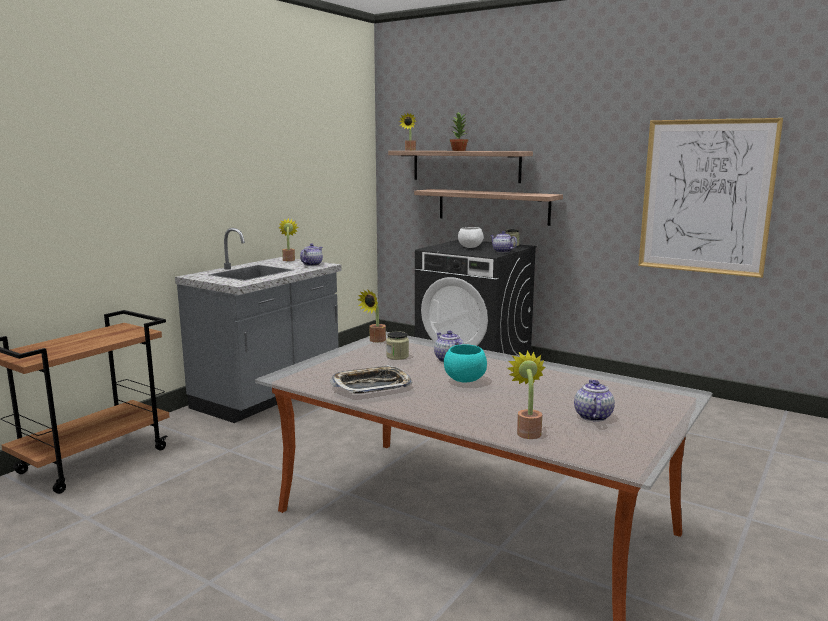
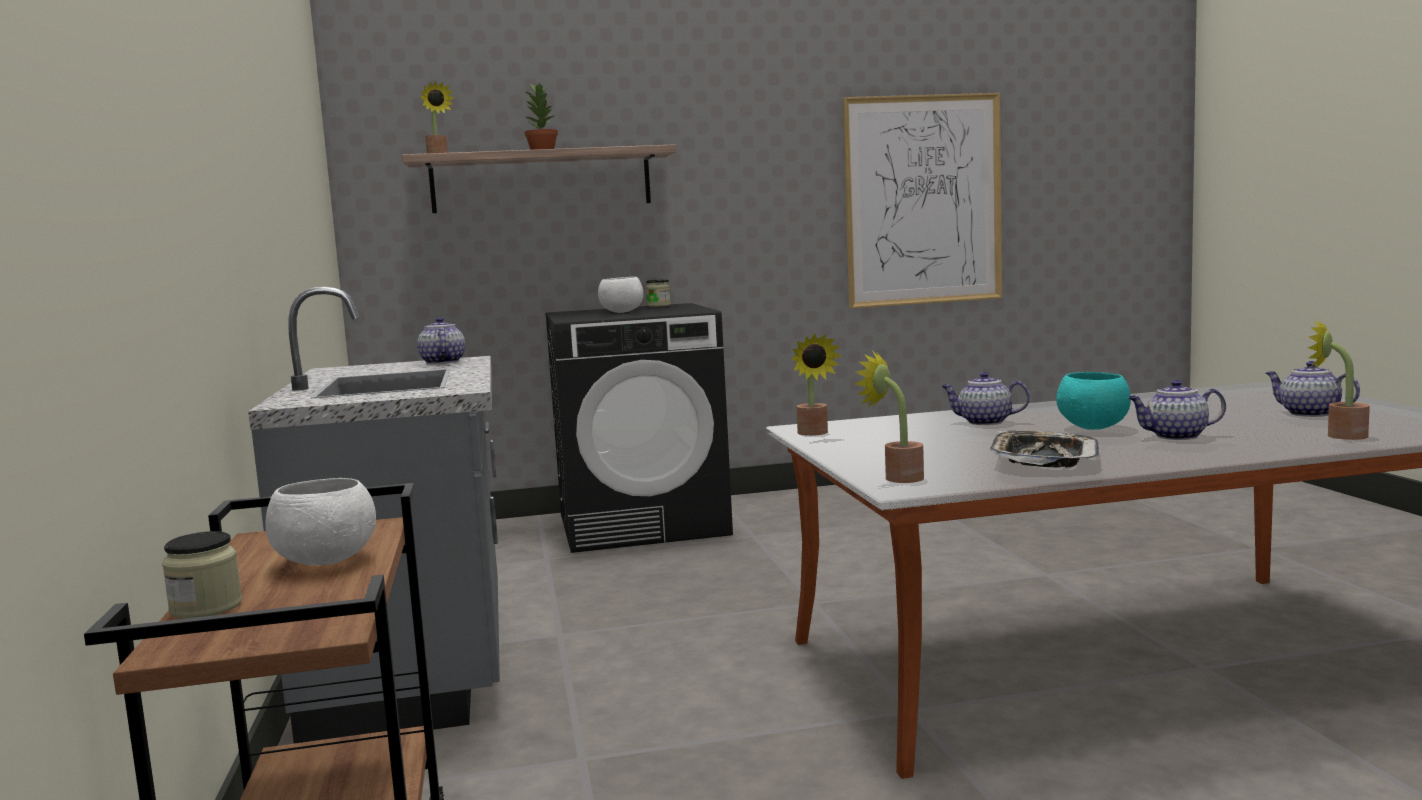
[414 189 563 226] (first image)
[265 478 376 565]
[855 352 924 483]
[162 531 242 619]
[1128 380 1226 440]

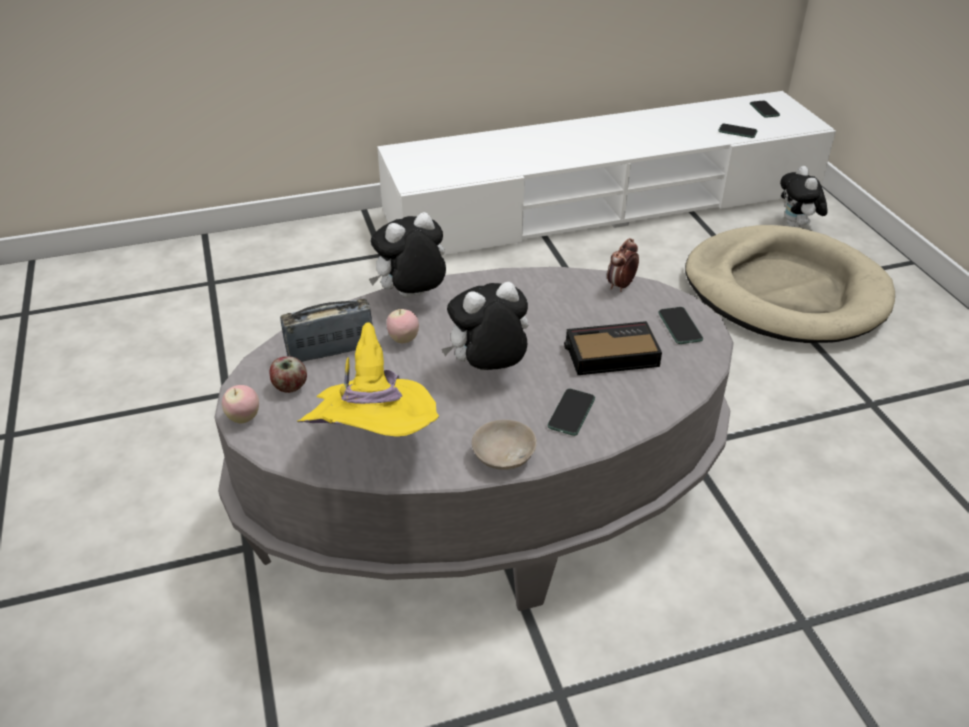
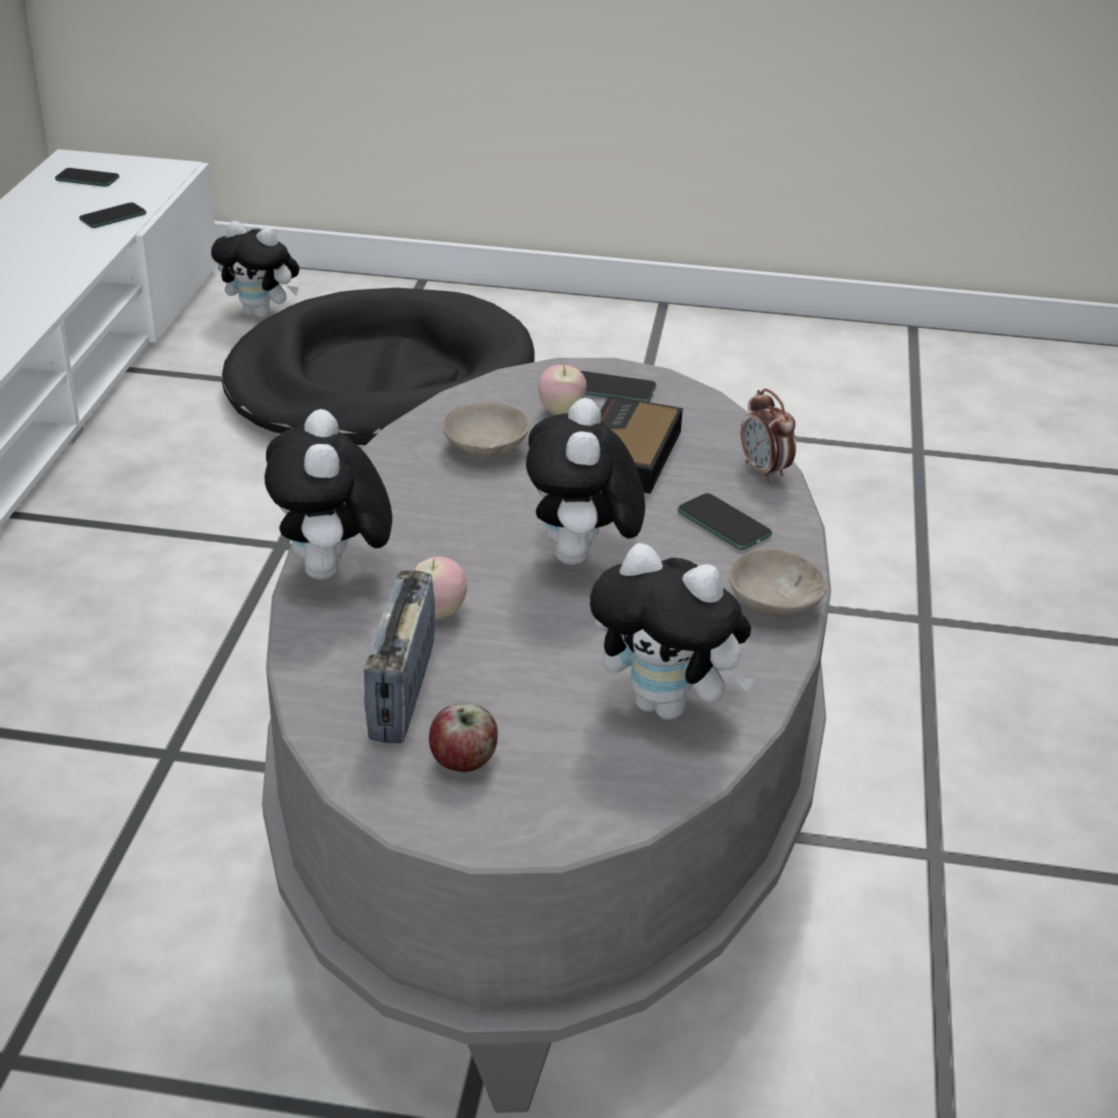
[443 402 530 458]
[538 365 587 415]
[741 388 796 482]
[590 543 755 720]
[222 288 535 445]

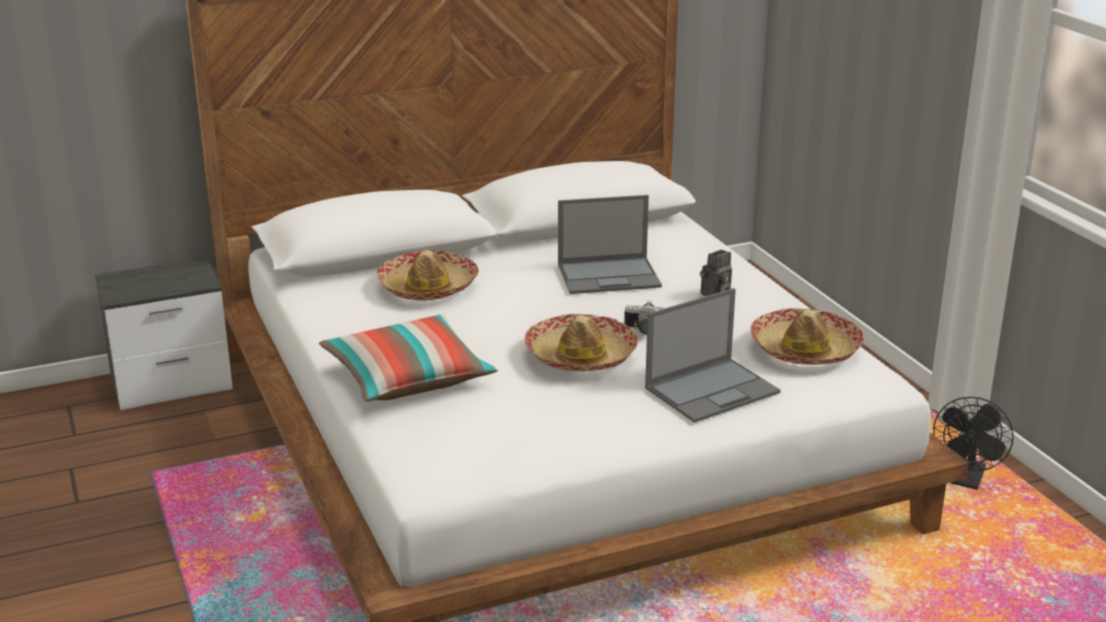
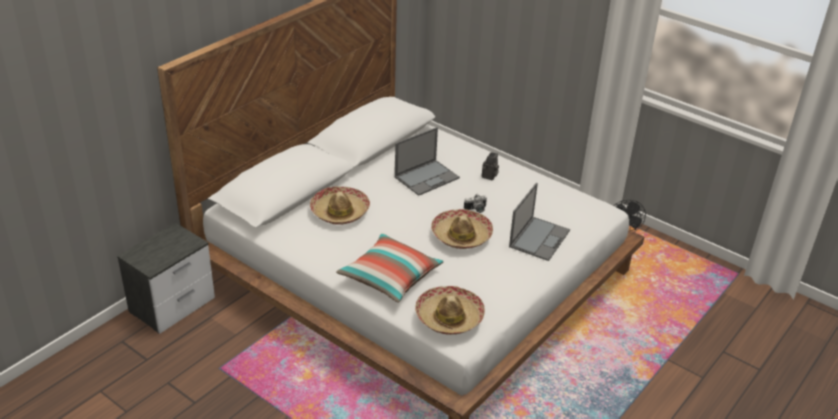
[415 286 485 335]

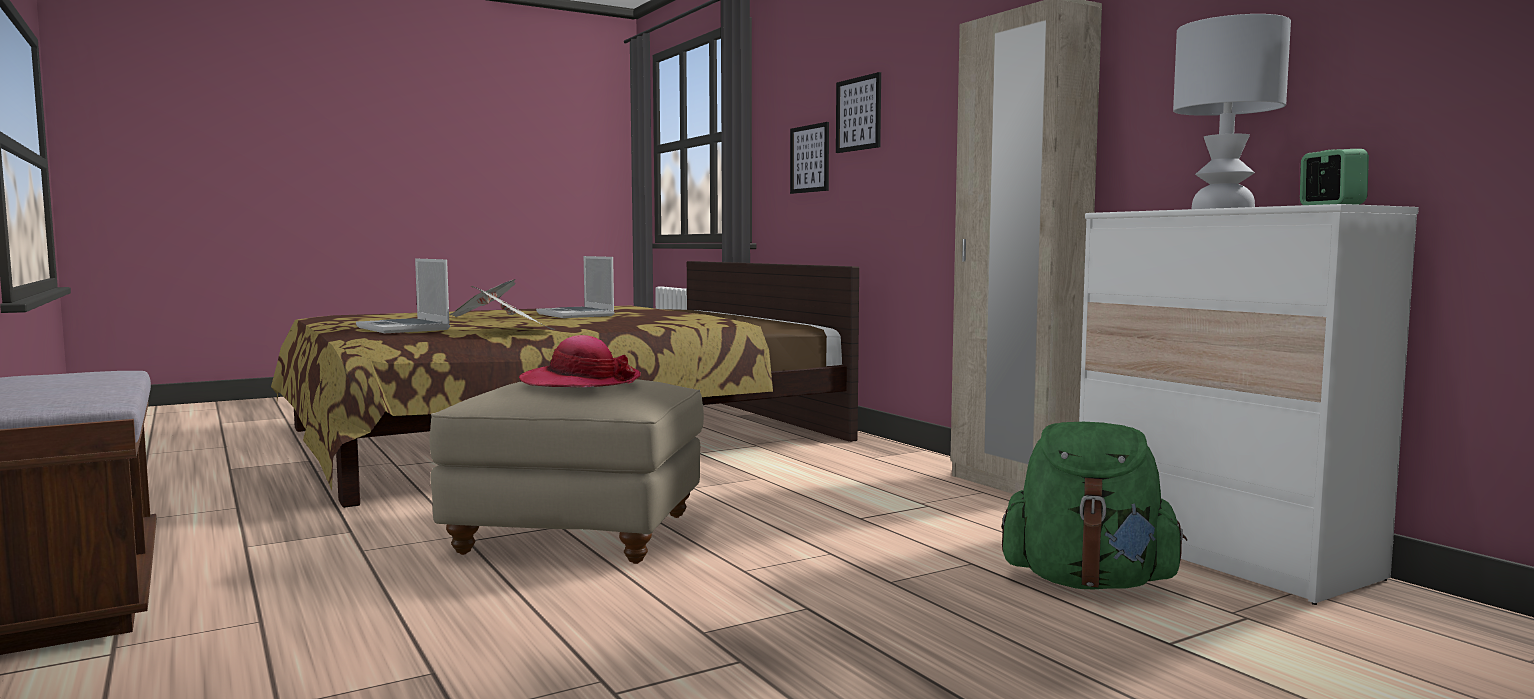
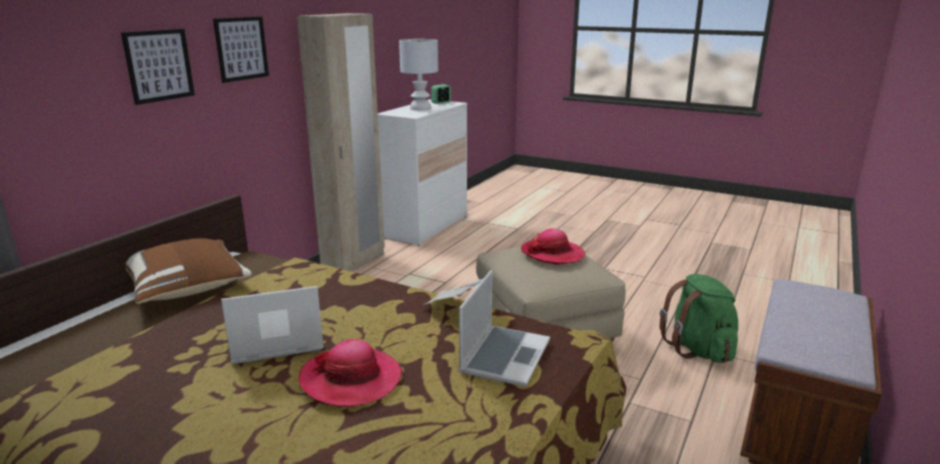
[125 238 252 304]
[213 16 269 83]
[659 274 738 363]
[298 339 403 407]
[221 286 324 364]

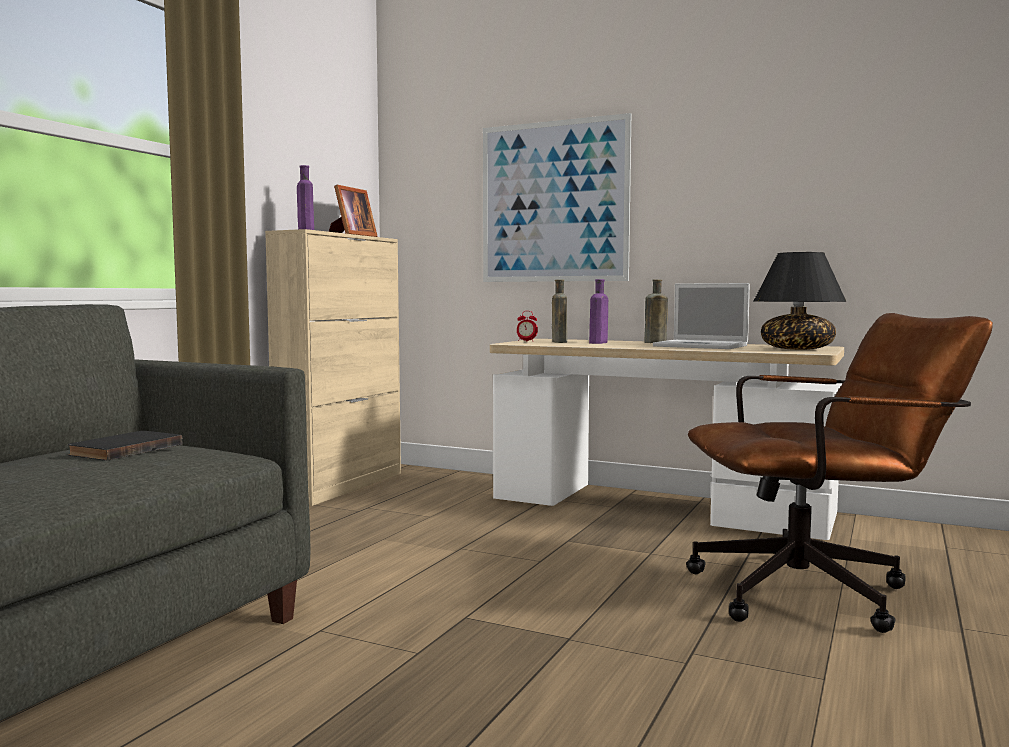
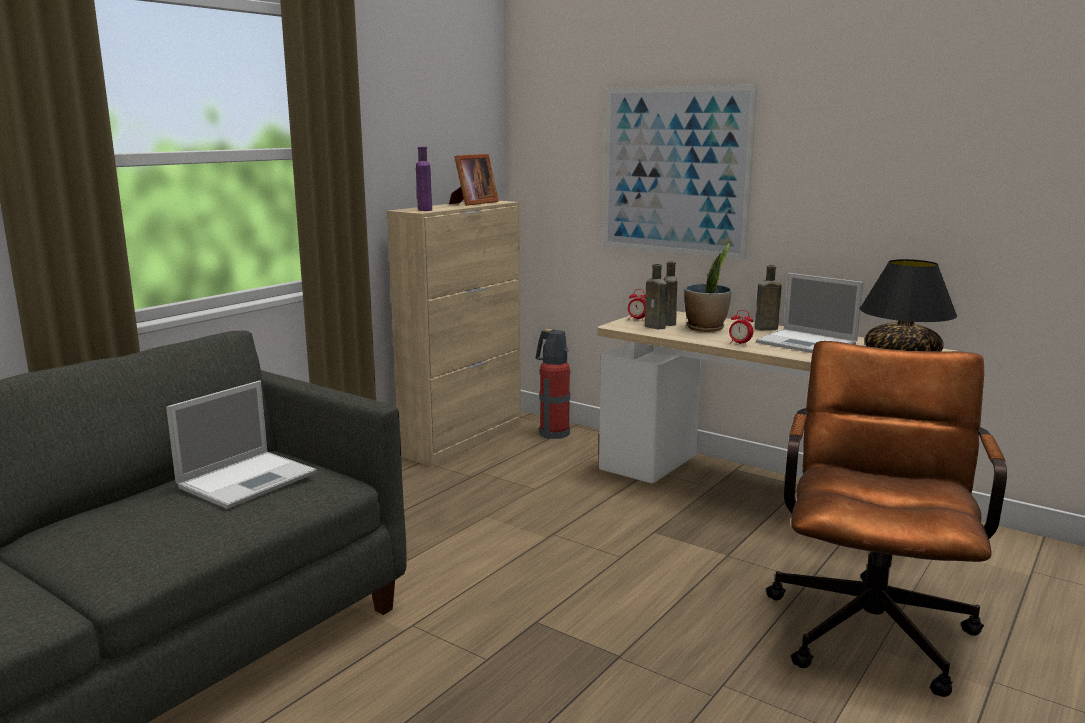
[536 329 570 439]
[645 264 667 329]
[729 310 753 346]
[166 381 317 509]
[684 243 732 332]
[766 341 1007 697]

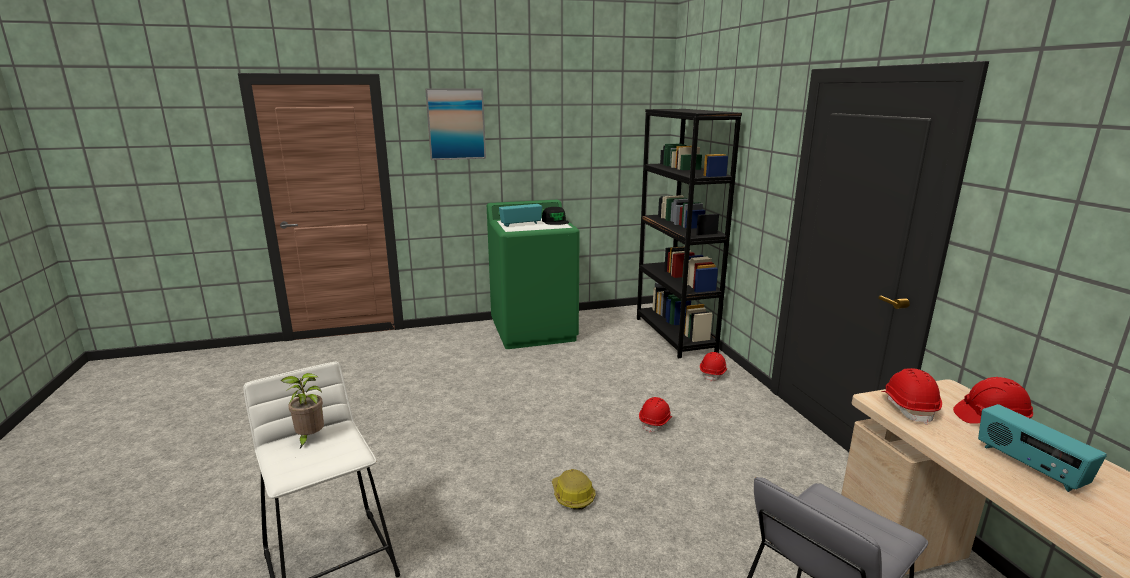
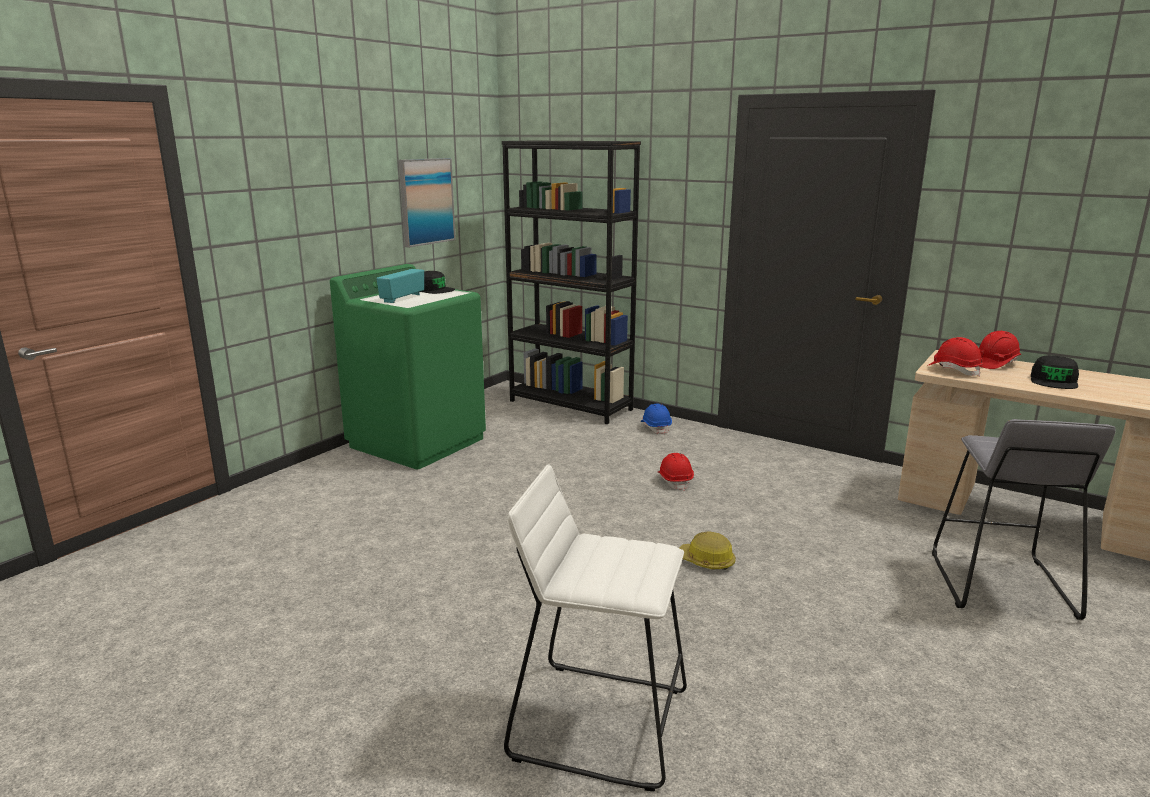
[281 373 324 448] (first image)
[399 158 456 248]
[1031 355 1079 389]
[641 404 672 435]

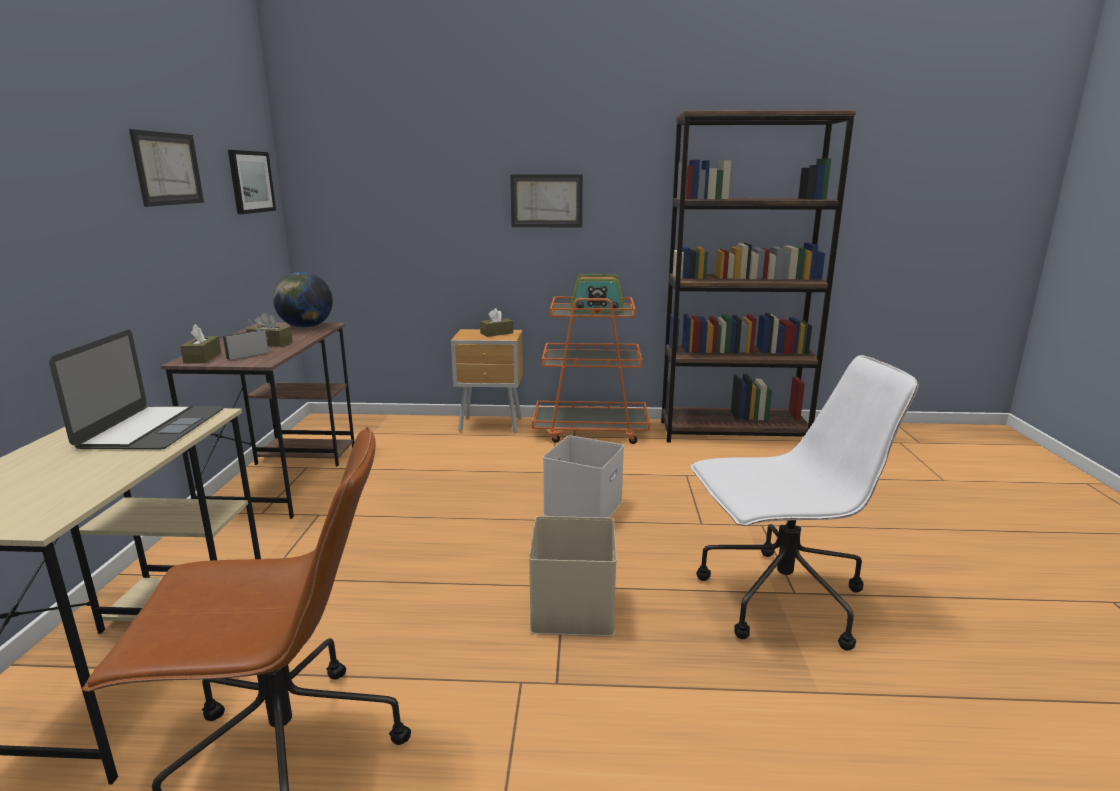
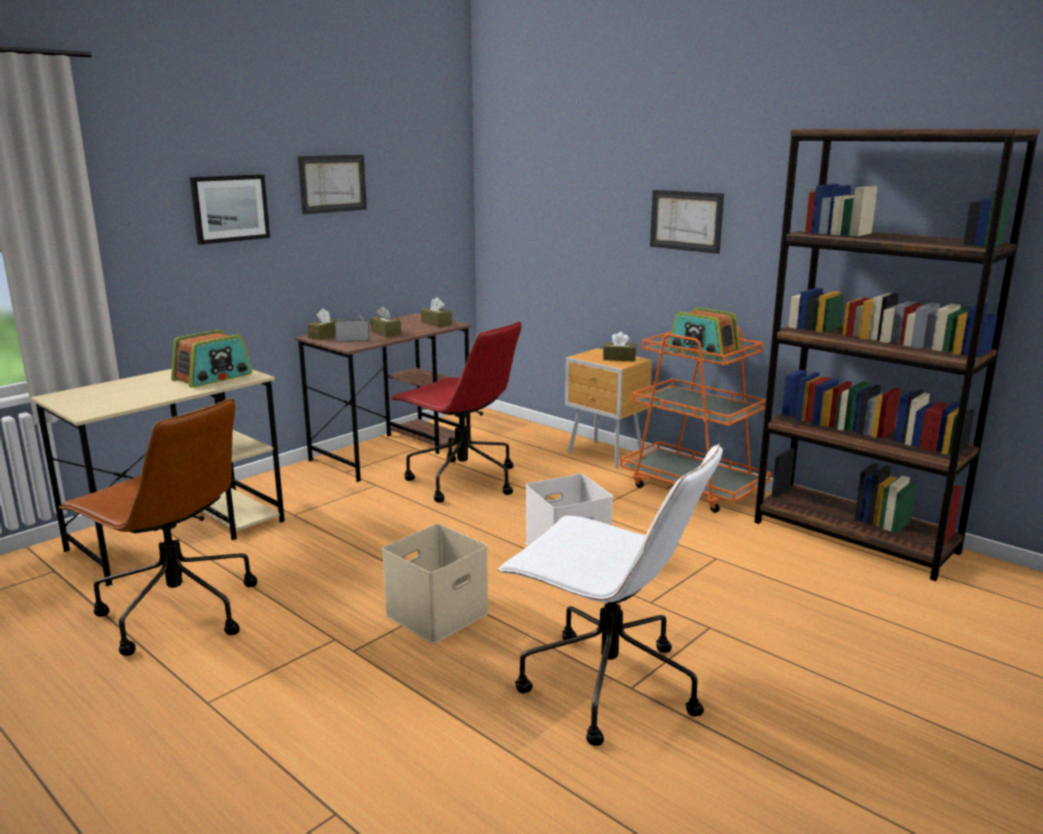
[390 321 522 503]
[190 174 270 245]
[171 330 252 388]
[421 297 452 327]

